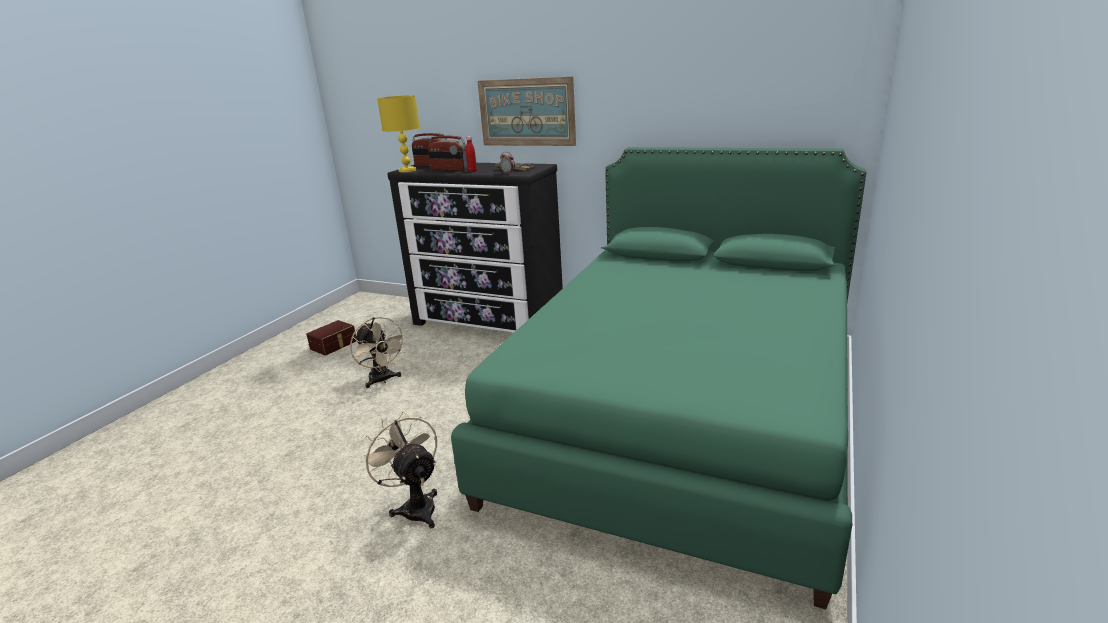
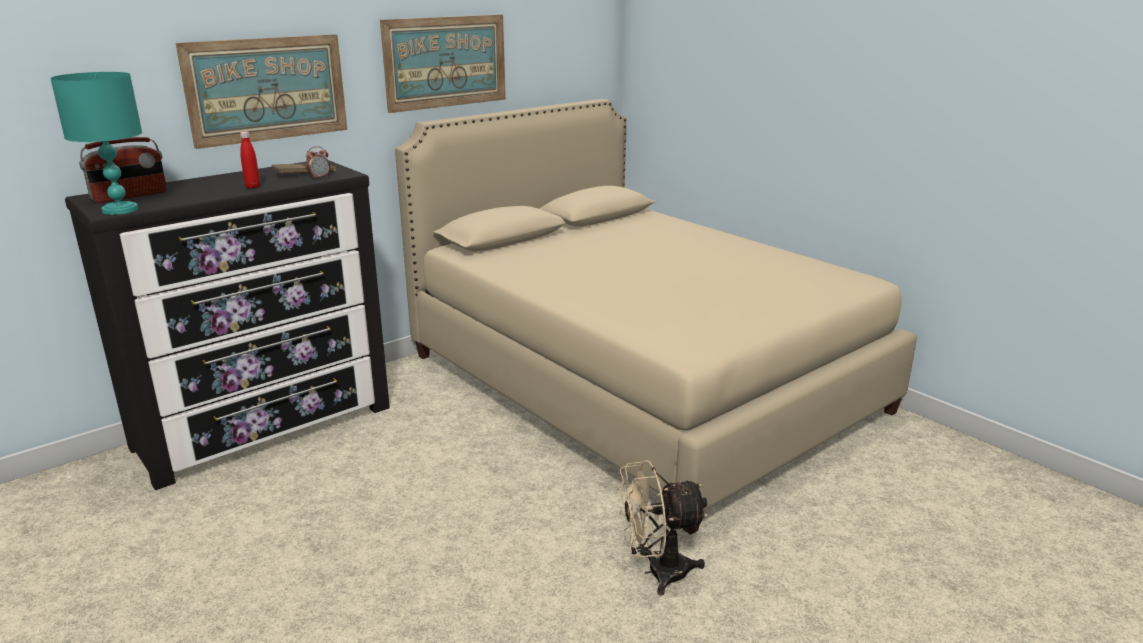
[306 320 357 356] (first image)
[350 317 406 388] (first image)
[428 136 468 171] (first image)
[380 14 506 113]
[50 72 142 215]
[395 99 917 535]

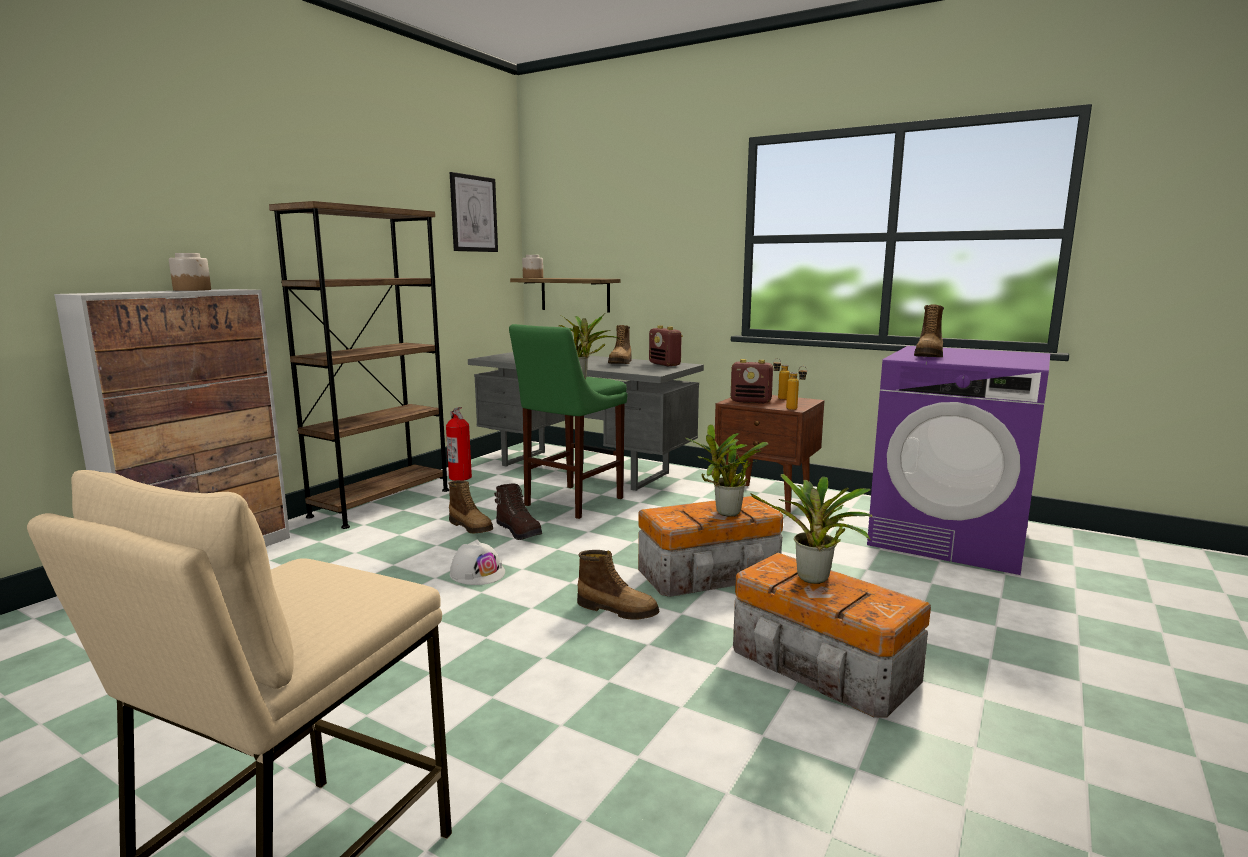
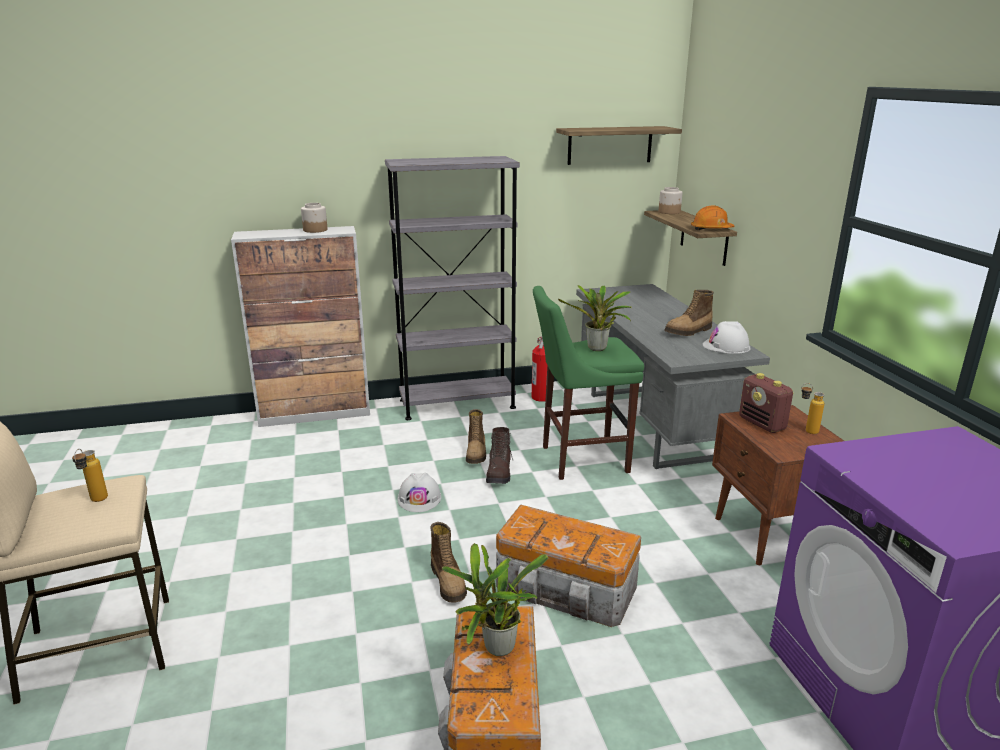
[685 424 768 516] (first image)
[914 304 944 357] (first image)
[691 206 734 230]
[72 449 108 502]
[556 126 682 165]
[703 321 751 354]
[385 156 520 420]

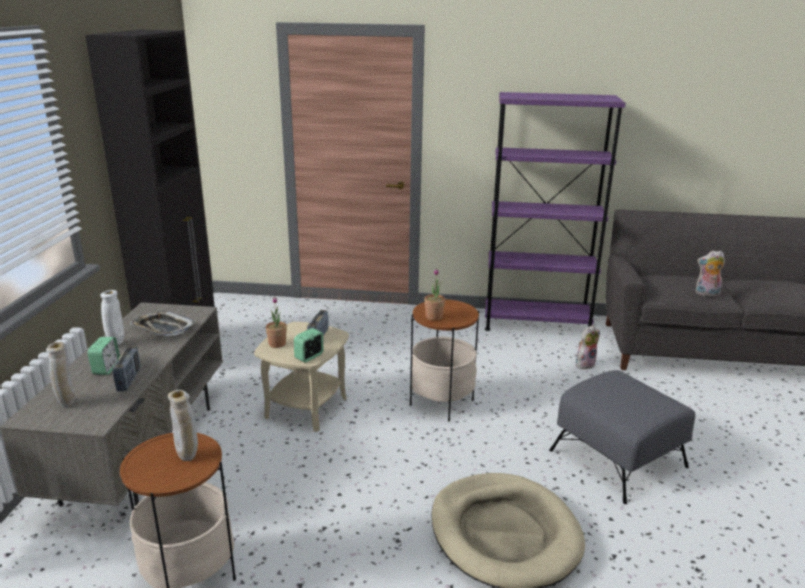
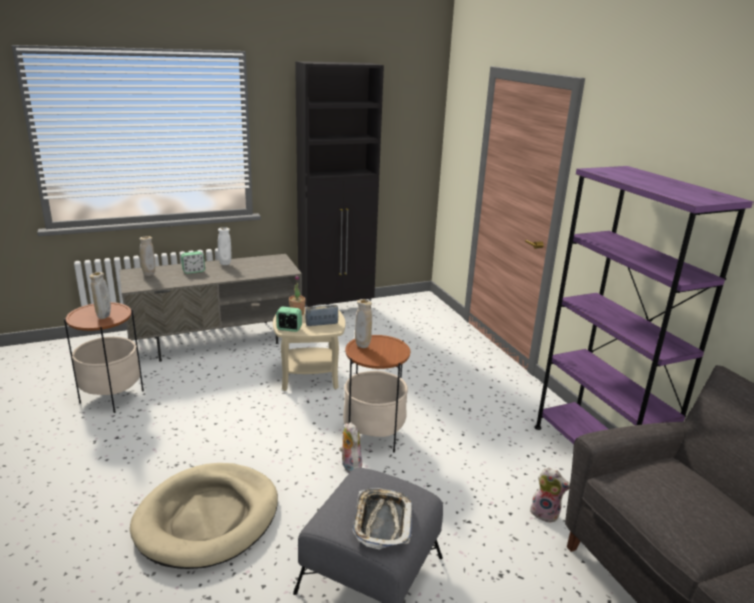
[113 346 140 391] (first image)
[352 488 413 550]
[339 422 362 473]
[355 299 372 348]

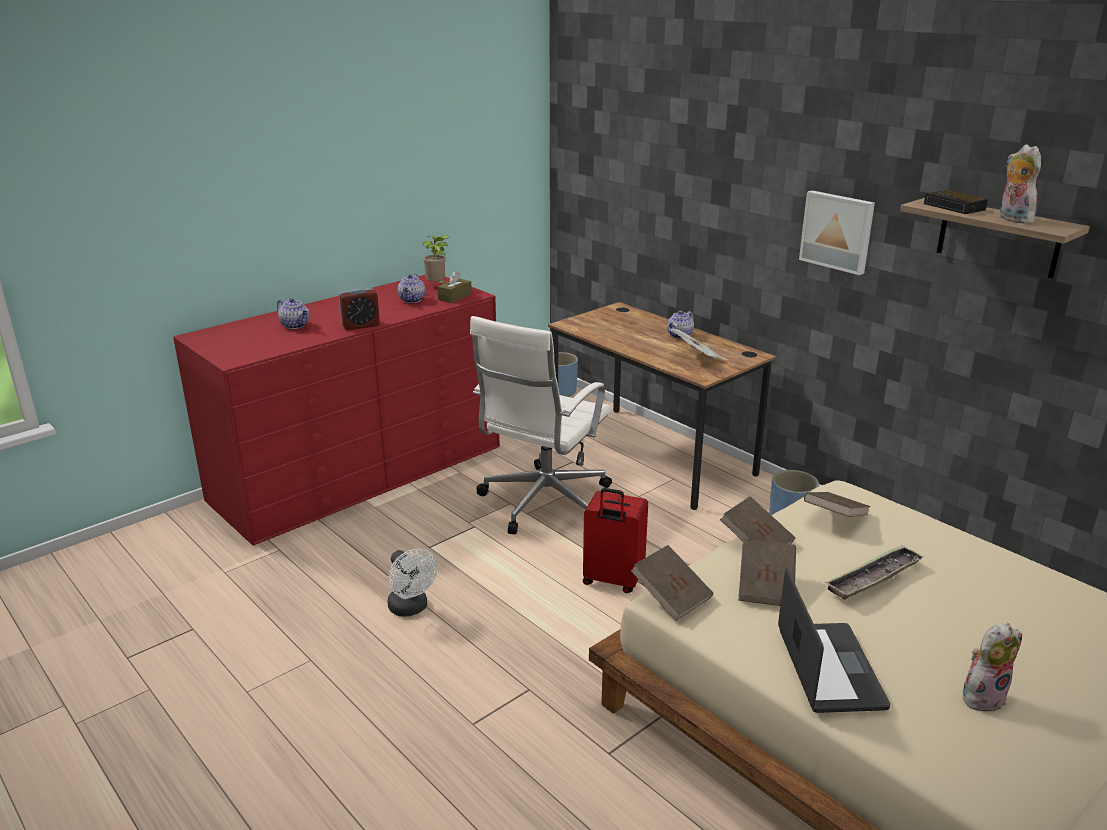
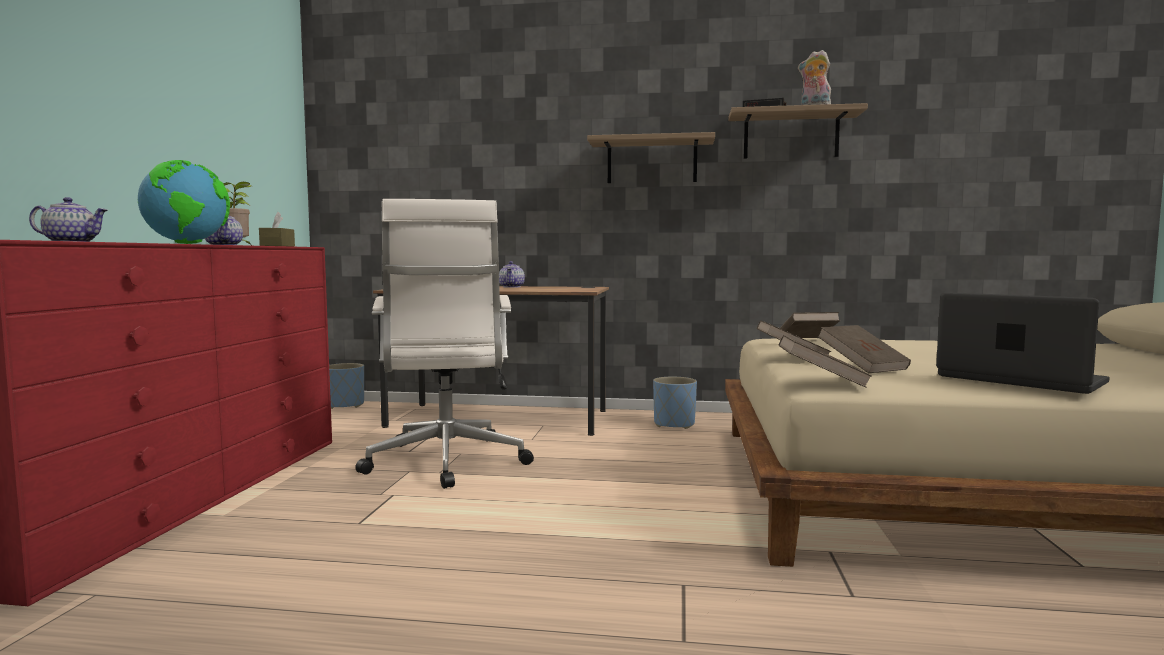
[388 549 438 616] (first image)
[583 488 648 593] (first image)
[668 328 728 360] (first image)
[825 545 924 600] (first image)
[963 622 1022 712] (first image)
[138 160 230 244]
[587 132 715 183]

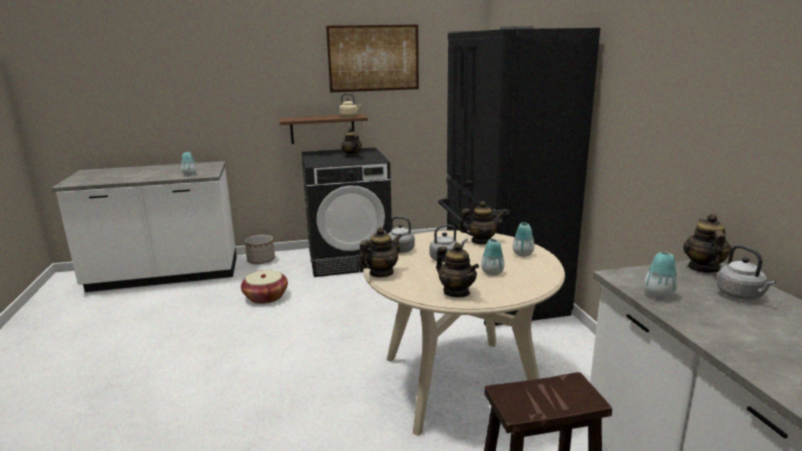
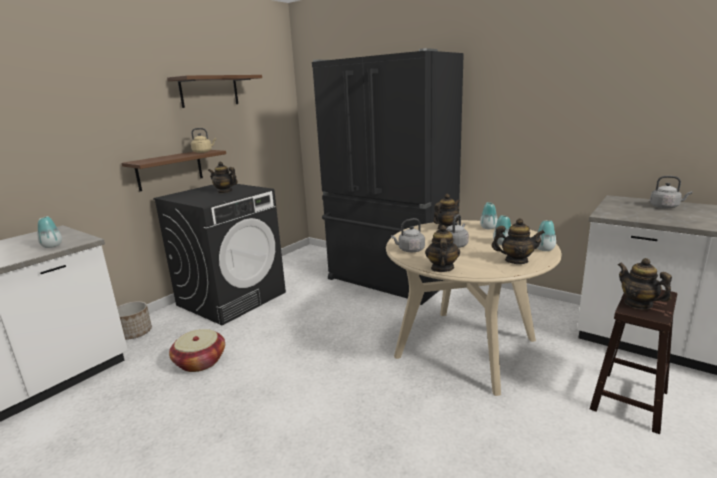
[537 220 556 251]
[618 258 672 309]
[167 75 262 108]

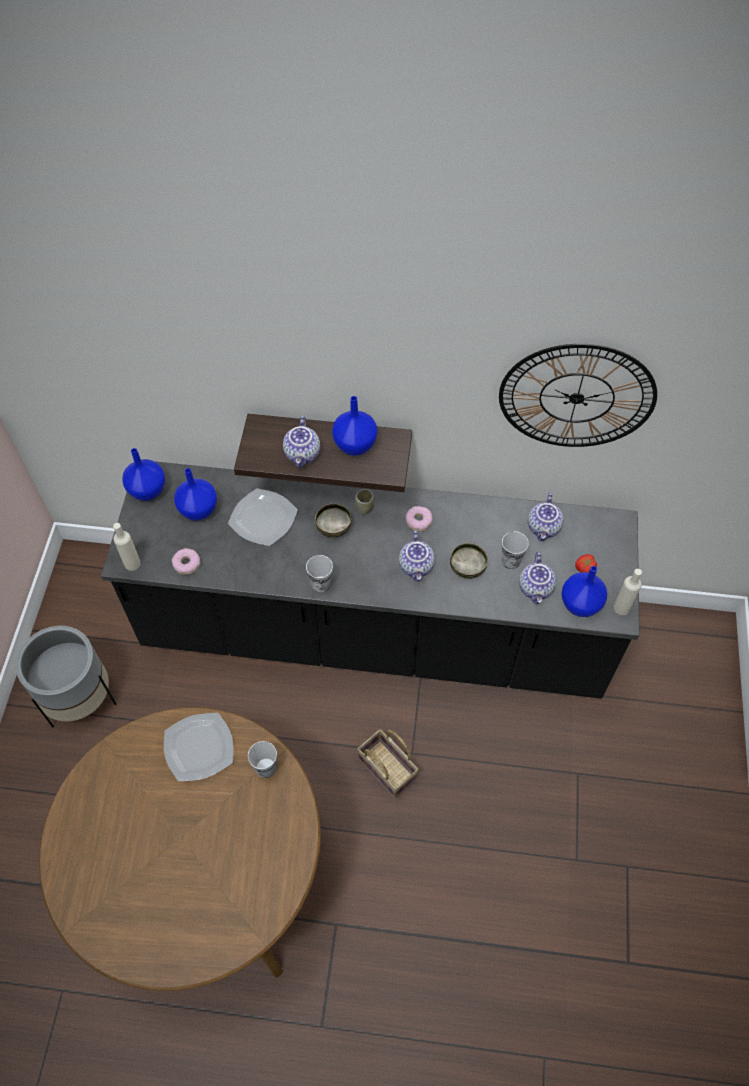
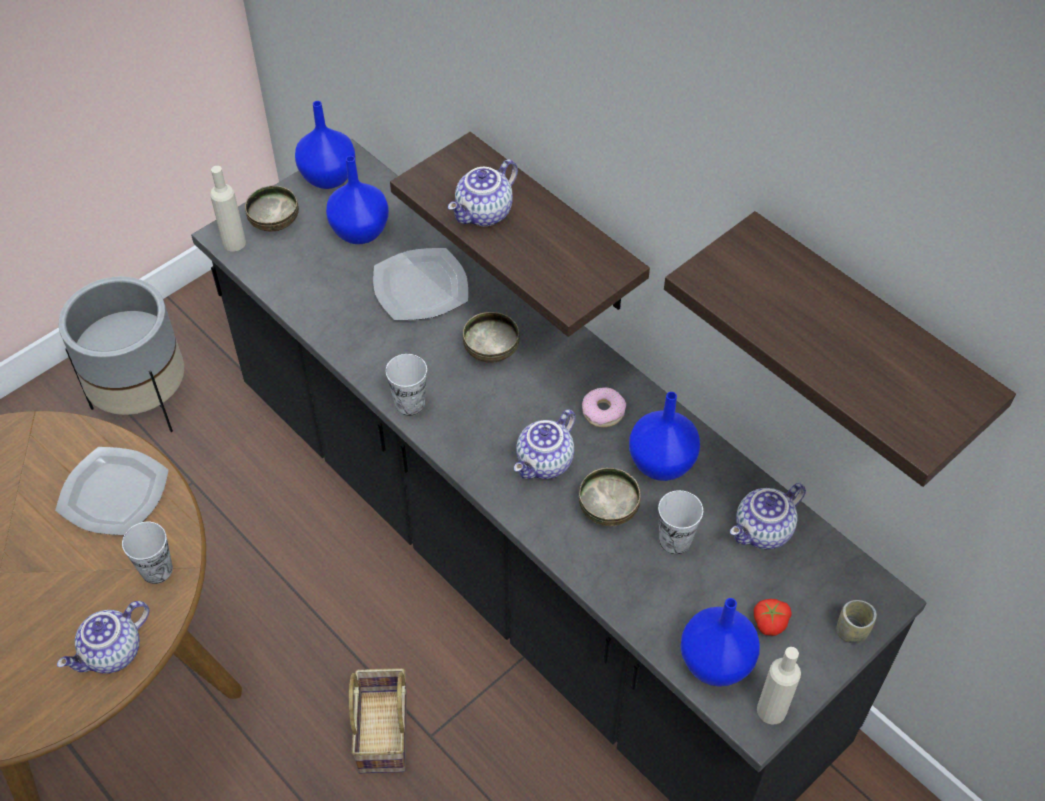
[172 548 200 575] (first image)
[245 186 299 231]
[629 392 700 481]
[836 600 877 643]
[57 601 149 674]
[664 211 1016 487]

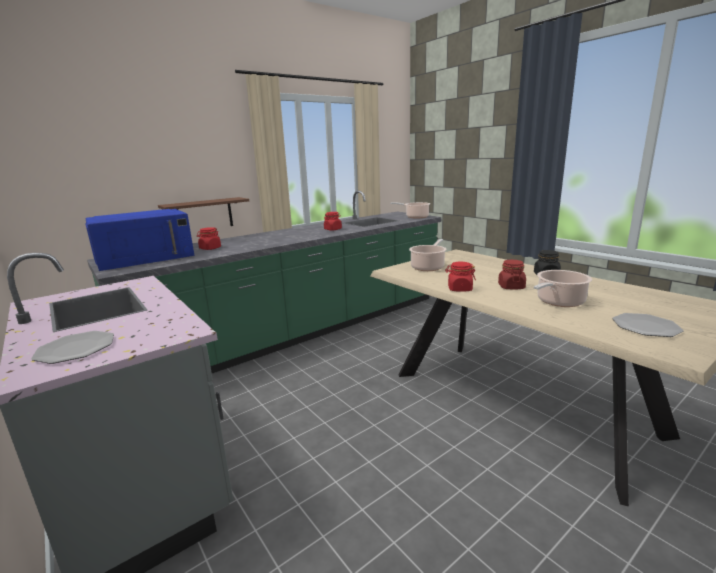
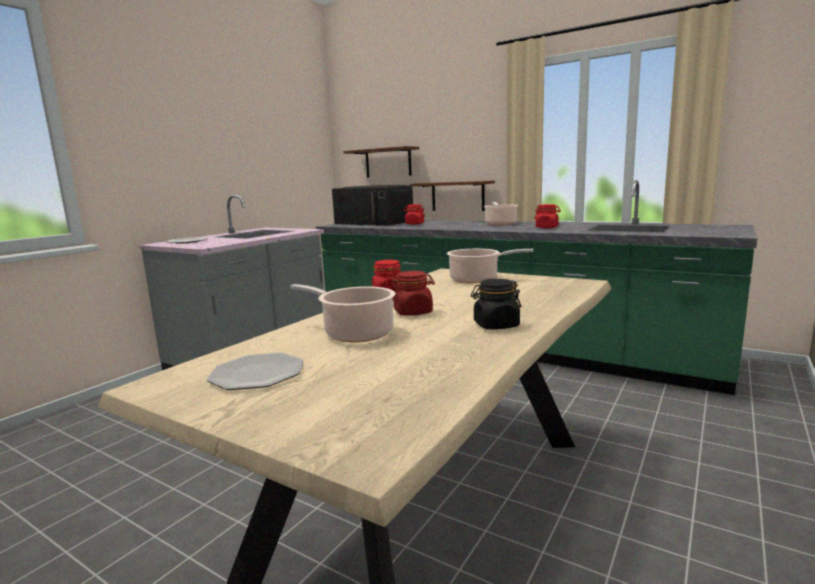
[343 146 419 178]
[484 202 519 225]
[332 185 413 226]

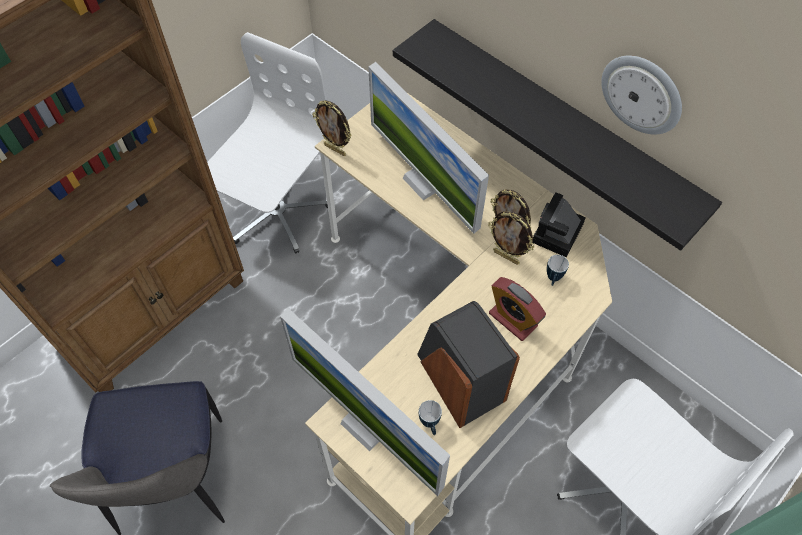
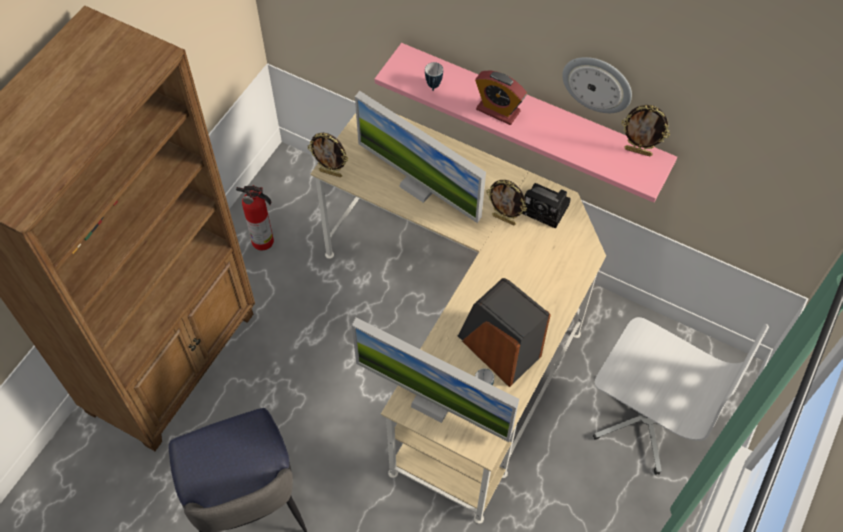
[621 105 670 156]
[475 71 527 125]
[425 62 443 91]
[236 185 274 250]
[375 43 677 203]
[523 183 571 229]

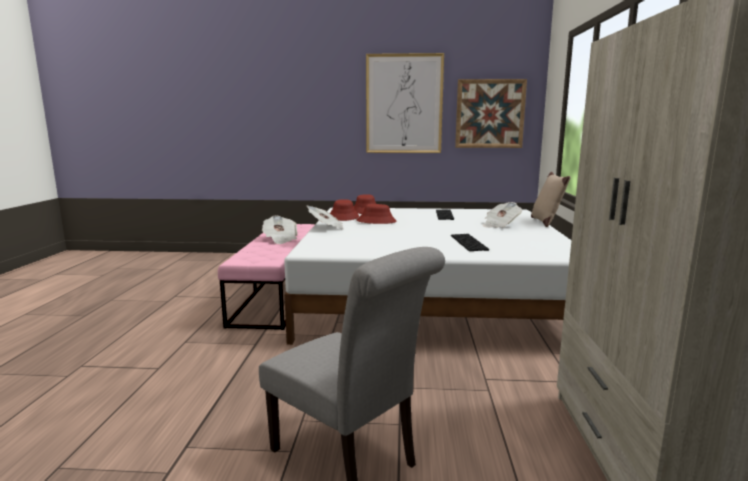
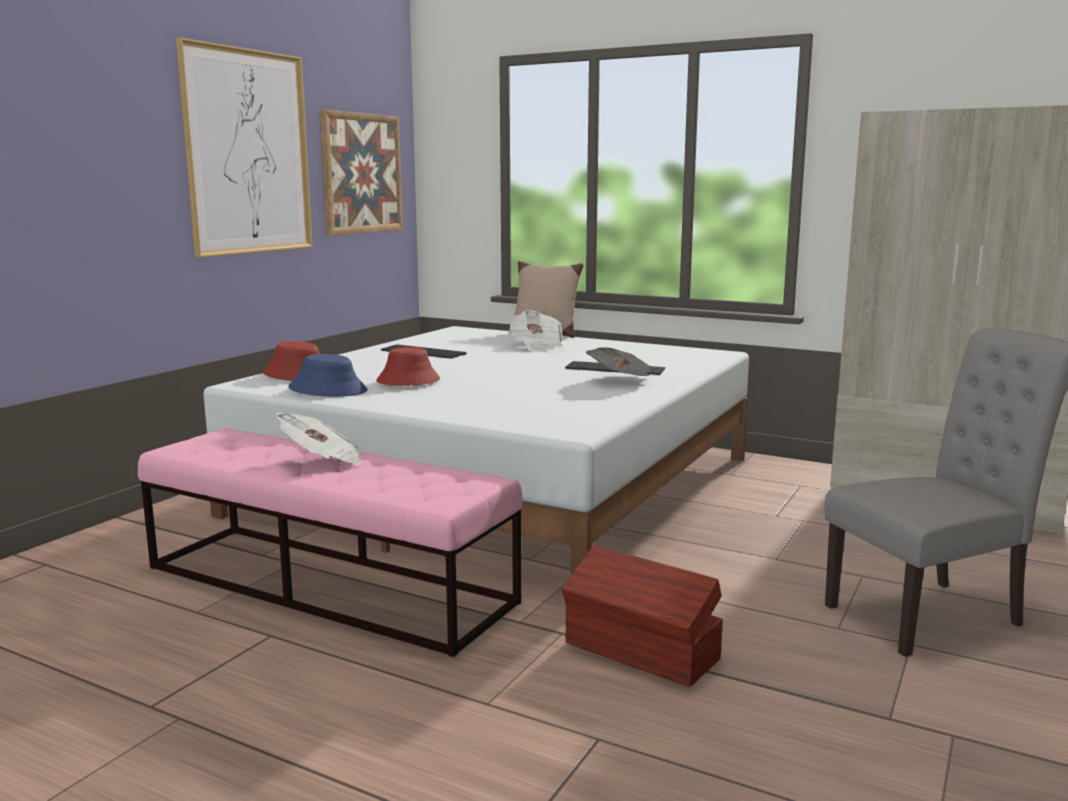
[561 545 723 687]
[586 347 652 376]
[288 354 368 397]

